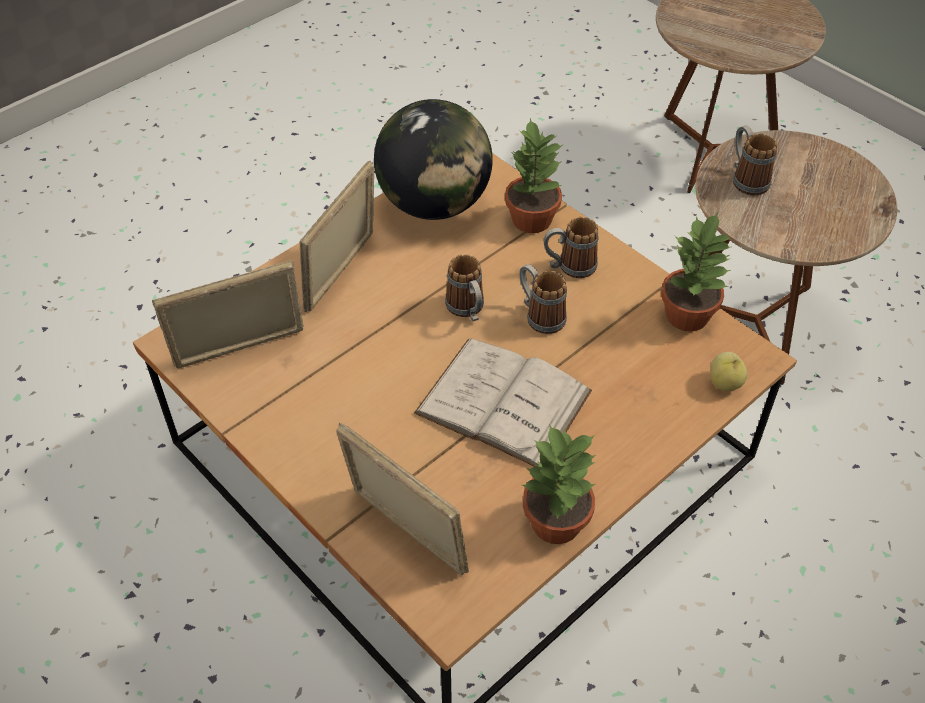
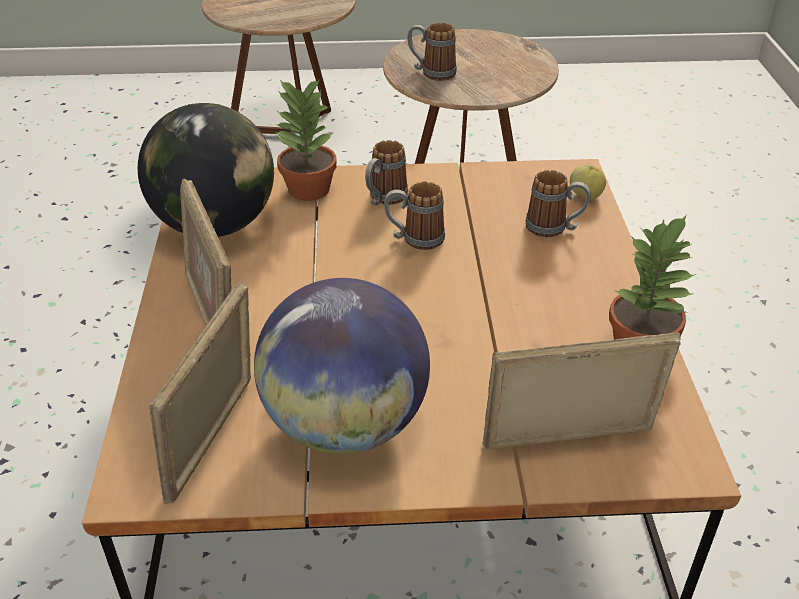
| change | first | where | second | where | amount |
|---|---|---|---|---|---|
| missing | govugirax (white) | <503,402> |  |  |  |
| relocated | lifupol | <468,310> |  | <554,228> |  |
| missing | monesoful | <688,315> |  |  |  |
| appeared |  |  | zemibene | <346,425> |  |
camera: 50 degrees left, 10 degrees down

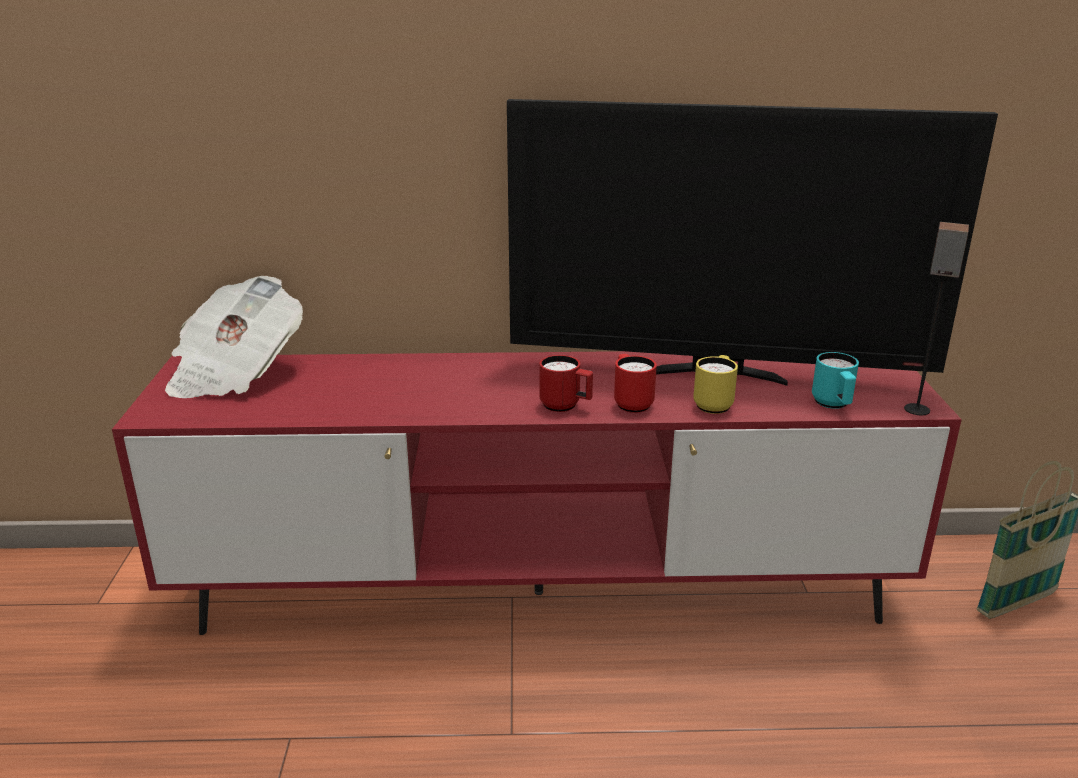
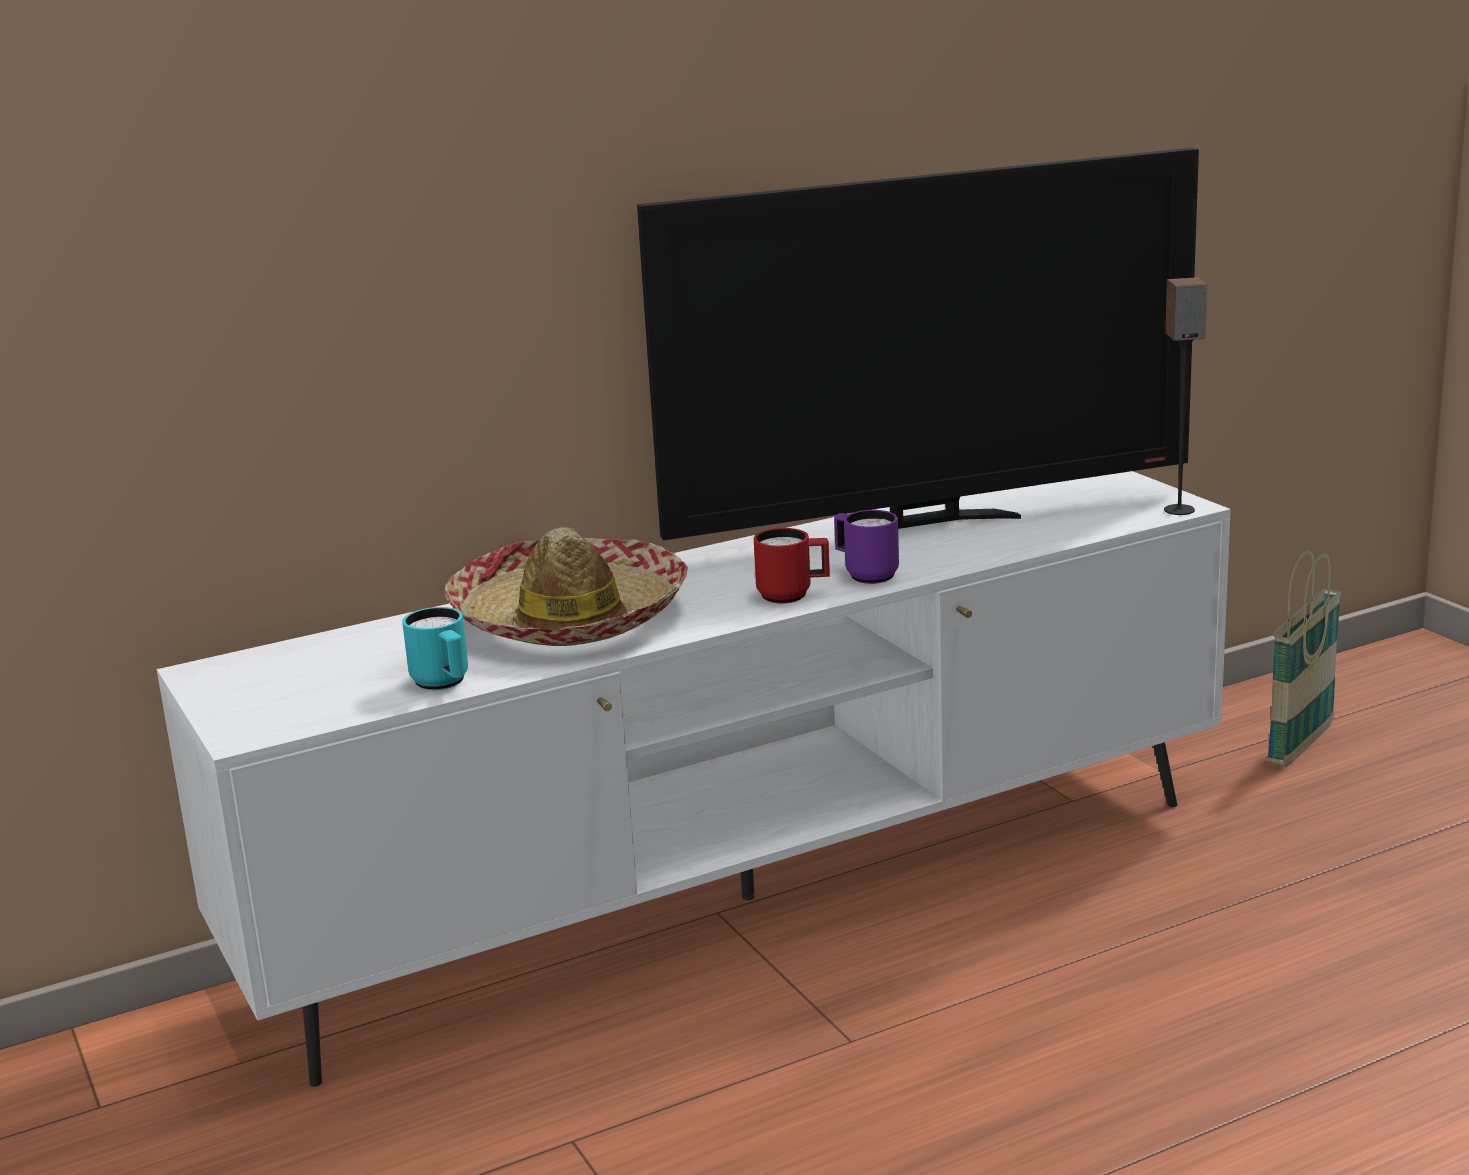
| change | first | where | second | where | amount |
|---|---|---|---|---|---|
| colour | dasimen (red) | <538,593> | dasimen (white) | <749,898> |  |
| missing | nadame | <235,373> |  |  |  |
| colour | lifupol (red) | <631,402> | lifupol (purple) | <865,574> |  |
| missing | lifupol (yellow) | <714,404> |  |  |  |
| relocated | lifupol (turquoise) | <834,405> |  | <444,684> |  |
| appeared |  |  | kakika | <570,618> |  |
camera: 25 degrees left, 5 degrees down

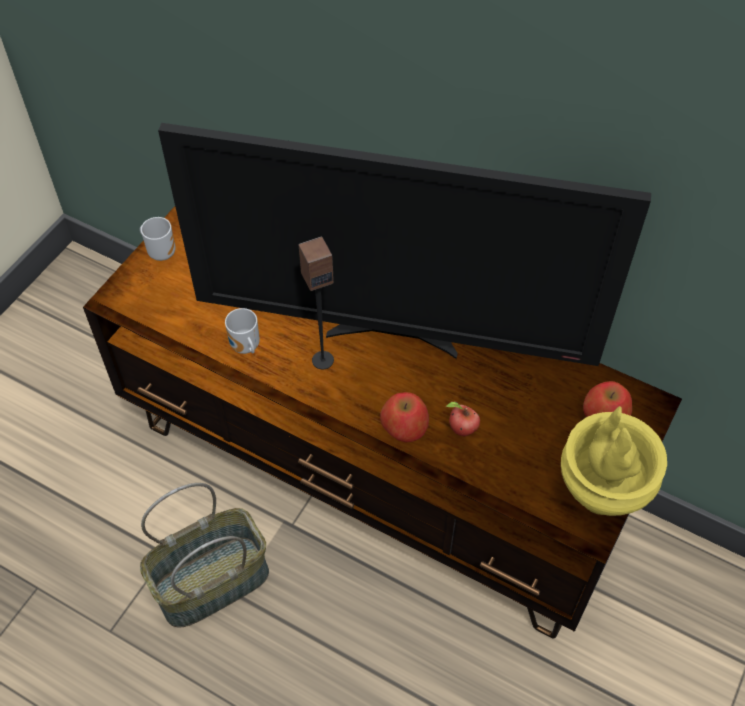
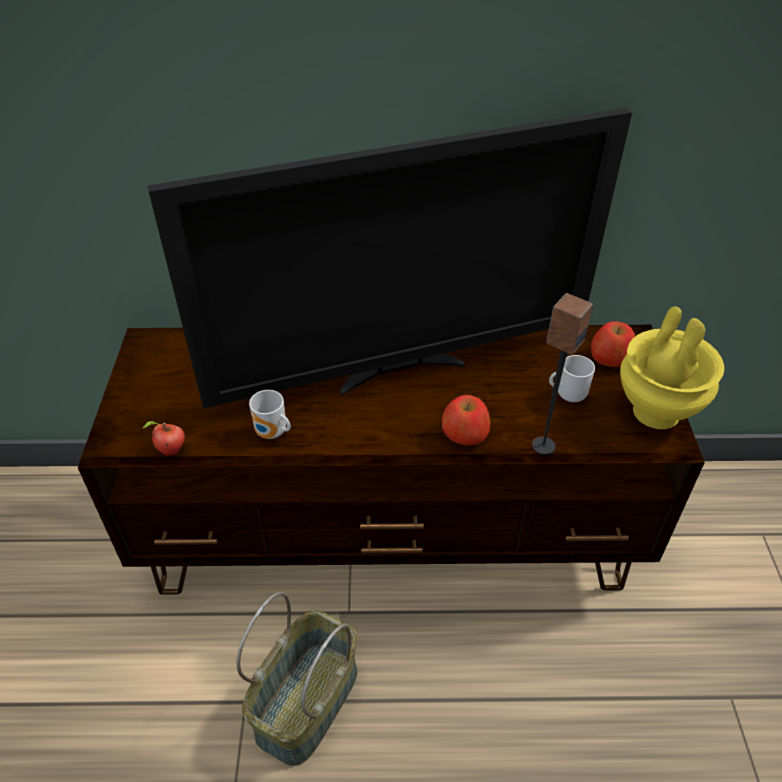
| change | first | where | second | where | amount |
|---|---|---|---|---|---|
| relocated | lifupol | <161,252> |  | <568,395> |  |
| relocated | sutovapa | <322,360> |  | <543,445> |  |
| relocated | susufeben | <461,430> |  | <170,451> |  |
camera: 30 degrees left, 10 degrees down

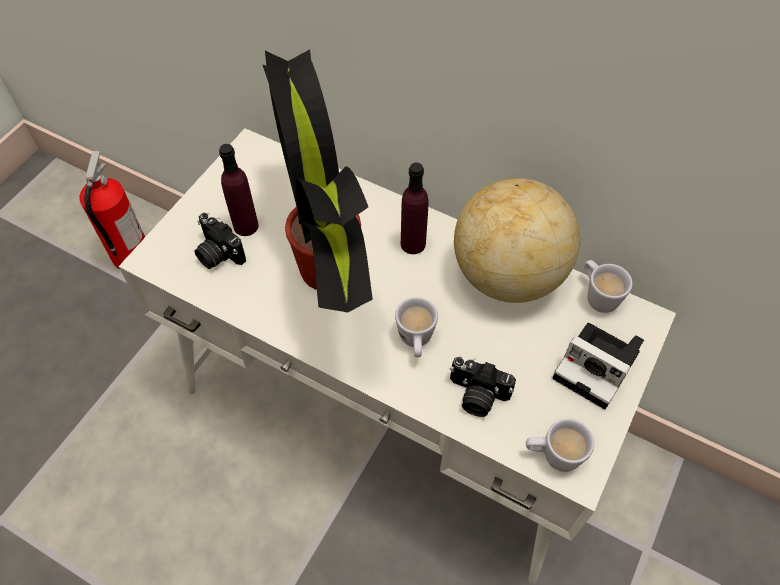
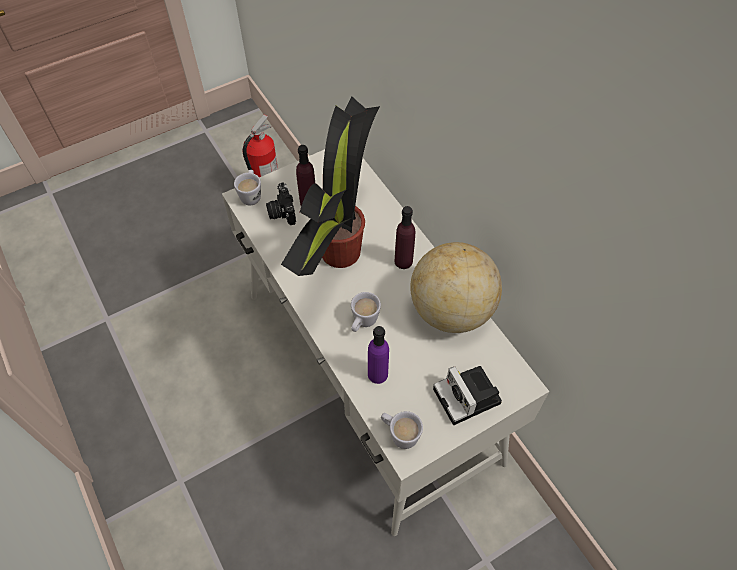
| change | first | where | second | where | amount |
|---|---|---|---|---|---|
| exchanged | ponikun | <476,396> | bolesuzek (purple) | <377,374> |  |
| relocated | lifupol (white) | <597,295> |  | <251,195> |  |
camera: 30 degrees right, 0 degrees up

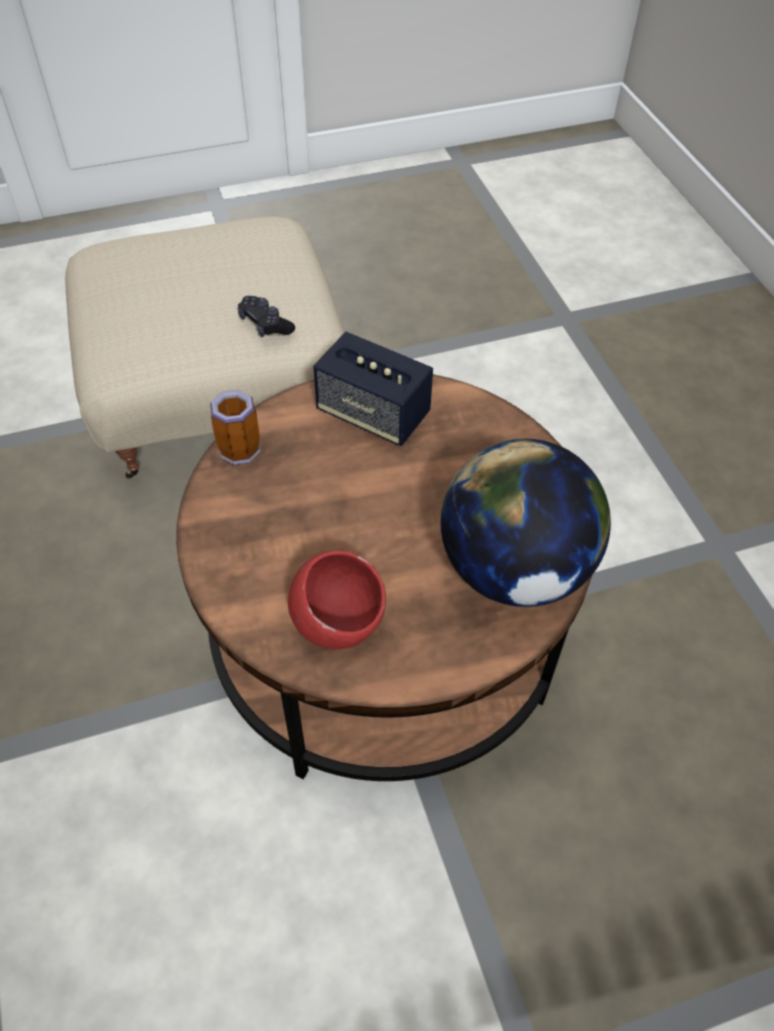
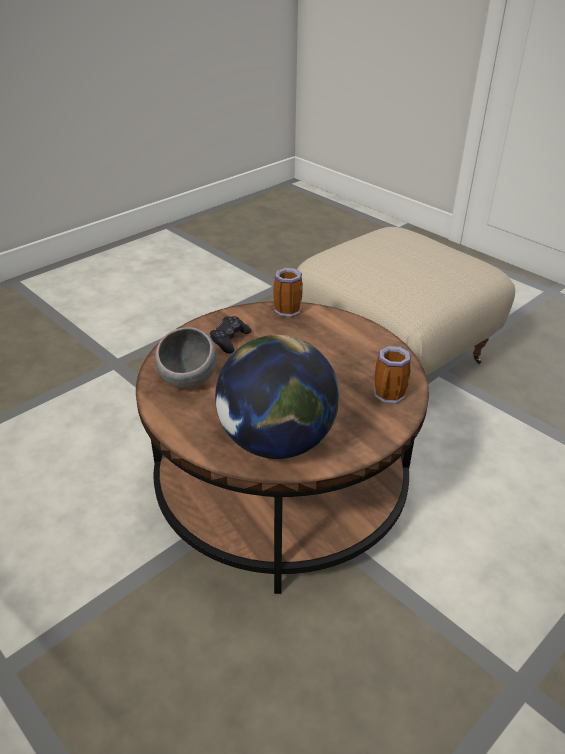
| change | first | where | second | where | amount |
|---|---|---|---|---|---|
| relocated | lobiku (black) | <265,324> |  | <229,340> |  |
| colour | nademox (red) | <337,623> | nademox (grey) | <189,380> |  |
| missing | sutovapa | <373,414> |  |  |  |
| appeared |  |  | lifupol | <389,397> |  |
camera: 65 degrees right, 15 degrees down

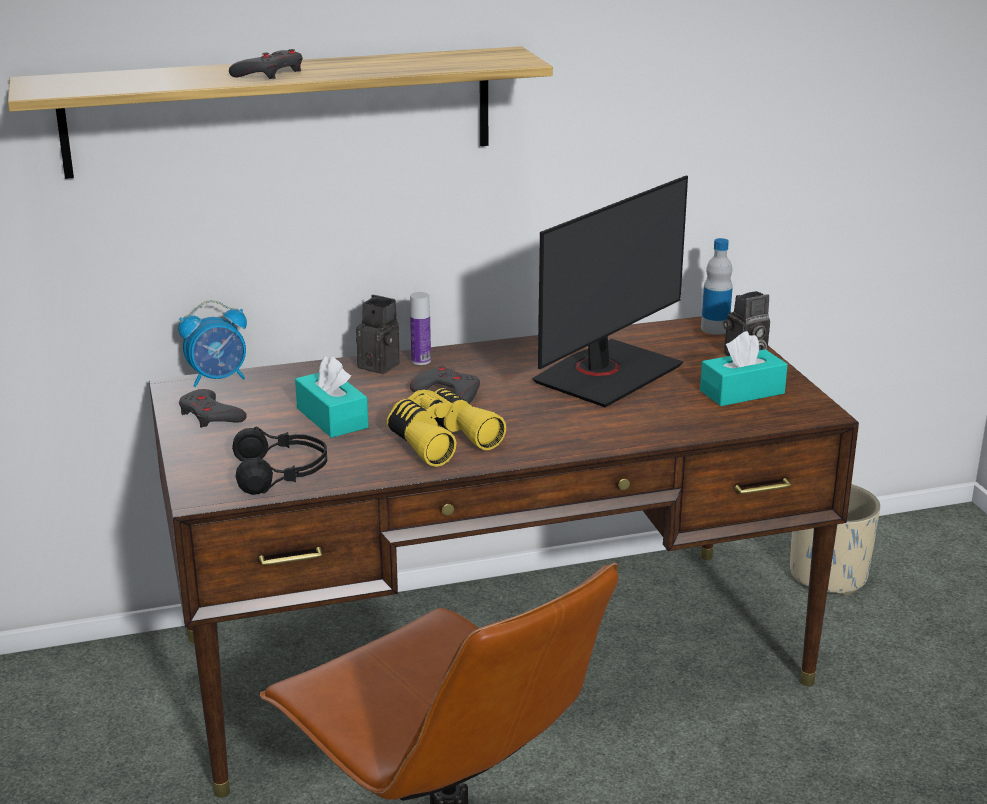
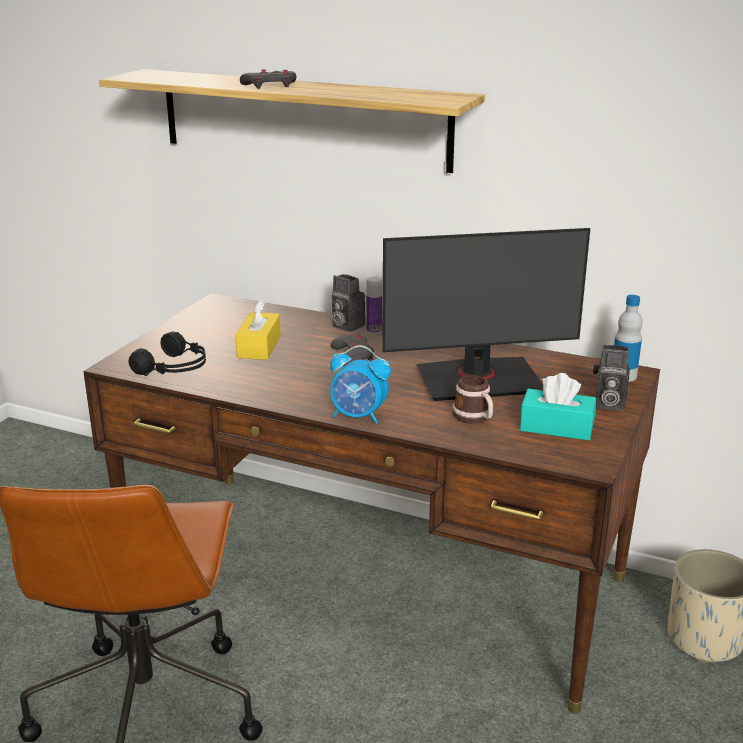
| change | first | where | second | where | amount |
|---|---|---|---|---|---|
| relocated | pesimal | <218,379> |  | <359,416> |  |
| missing | lobiku (grey) | <210,415> |  |  |  |
| colour | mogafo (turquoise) | <332,418> | mogafo (yellow) | <259,347> |  |
| spun | ponikun | <382,365> |  | <346,326> | 150 degrees clockwise |
| missing | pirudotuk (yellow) | <439,439> |  |  |  |
| appeared |  |  | lifupol | <475,418> |  |
camera: 40 degrees right, 0 degrees up

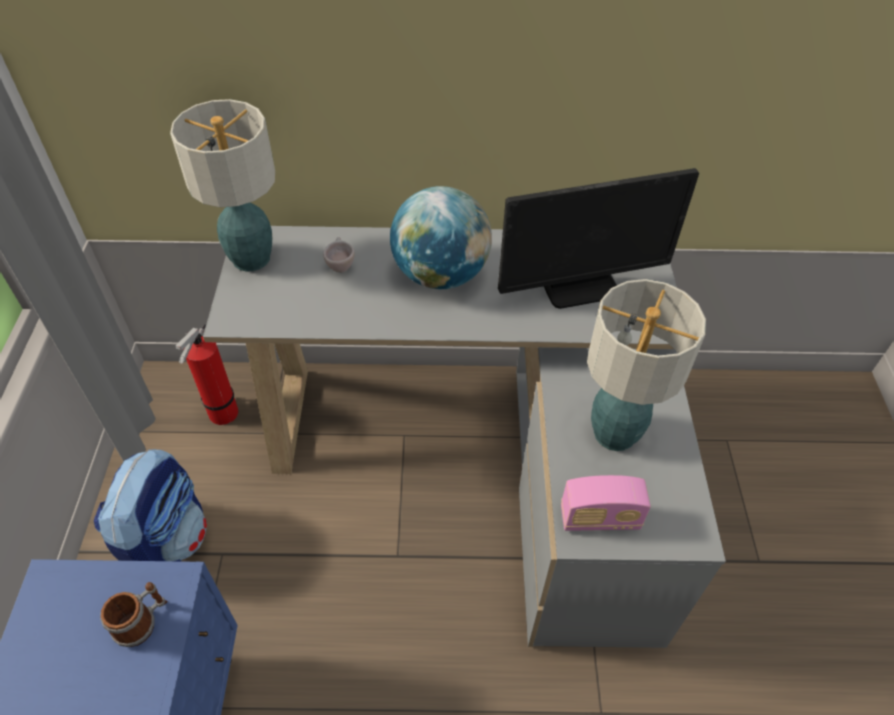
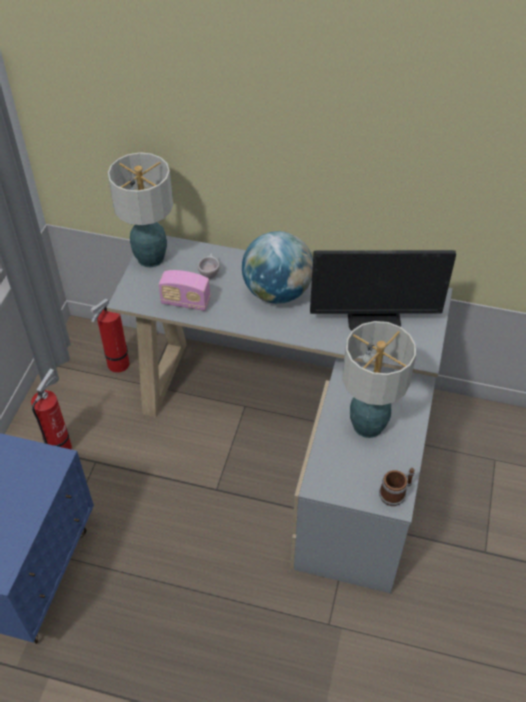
| change | first | where | second | where | amount |
|---|---|---|---|---|---|
| exchanged | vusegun | <169,541> | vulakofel | <61,446> |  |
| relocated | lifupol | <142,622> |  | <396,493> |  |
| relocated | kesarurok | <599,518> |  | <185,302> |  |
camera: 15 degrees right, 0 degrees up

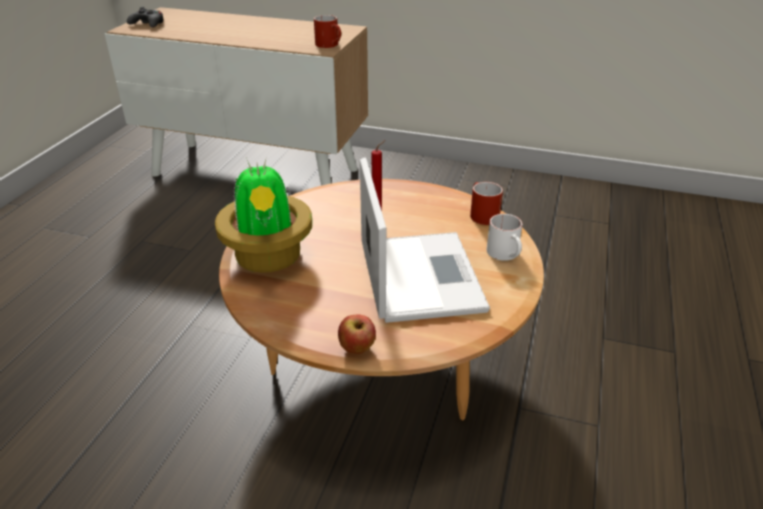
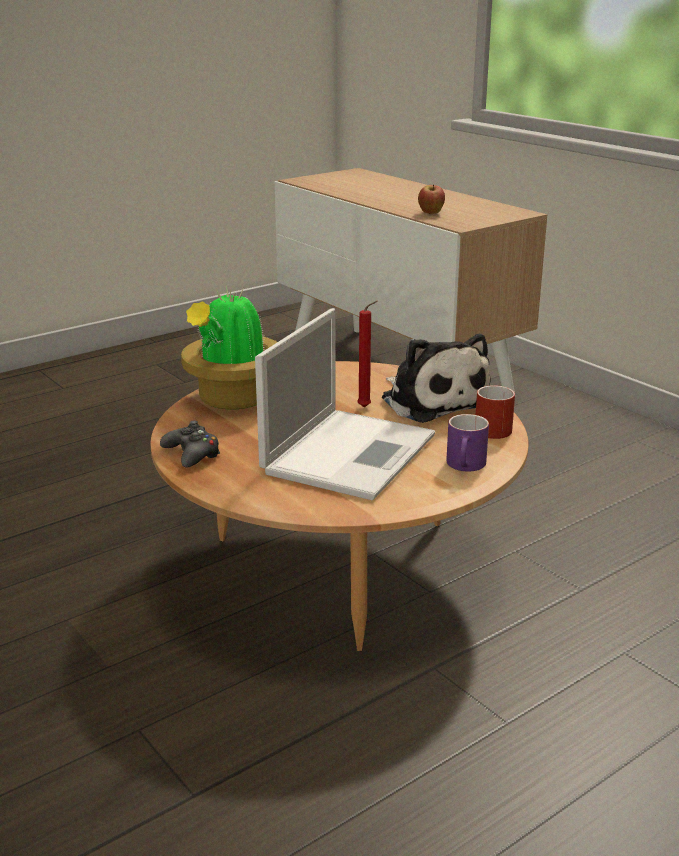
| change | first | where | second | where | amount |
|---|---|---|---|---|---|
| relocated | lobiku (black) | <148,24> |  | <192,454> |  |
| missing | lifupol (red) | <330,45> |  |  |  |
| relocated | susufeben | <357,349> |  | <431,213> |  |
| colour | lifupol (white) | <506,255> | lifupol (purple) | <466,466> |  |
| appeared |  |  | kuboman | <432,400> |  |
camera: 35 degrees right, 10 degrees down

